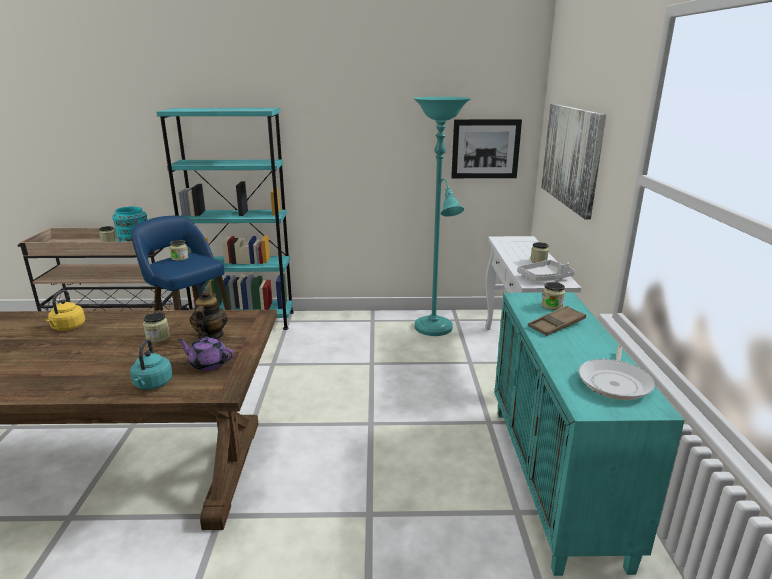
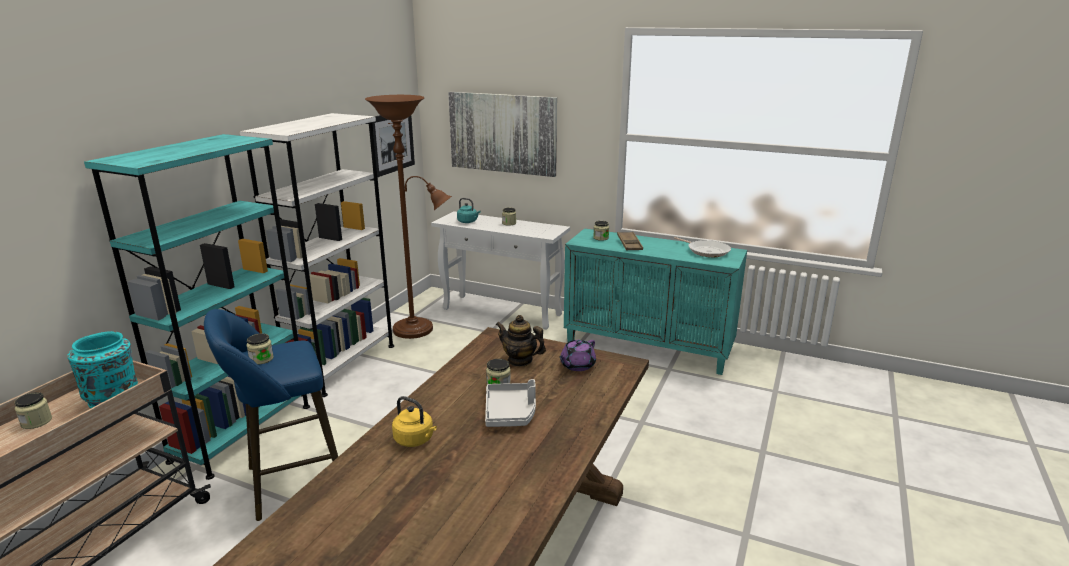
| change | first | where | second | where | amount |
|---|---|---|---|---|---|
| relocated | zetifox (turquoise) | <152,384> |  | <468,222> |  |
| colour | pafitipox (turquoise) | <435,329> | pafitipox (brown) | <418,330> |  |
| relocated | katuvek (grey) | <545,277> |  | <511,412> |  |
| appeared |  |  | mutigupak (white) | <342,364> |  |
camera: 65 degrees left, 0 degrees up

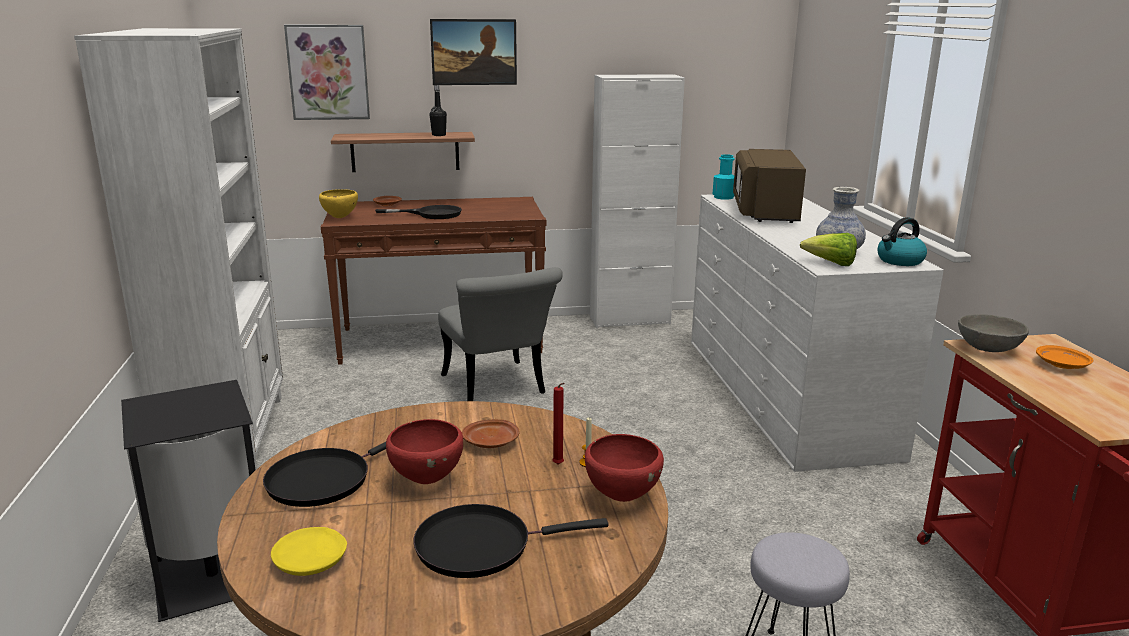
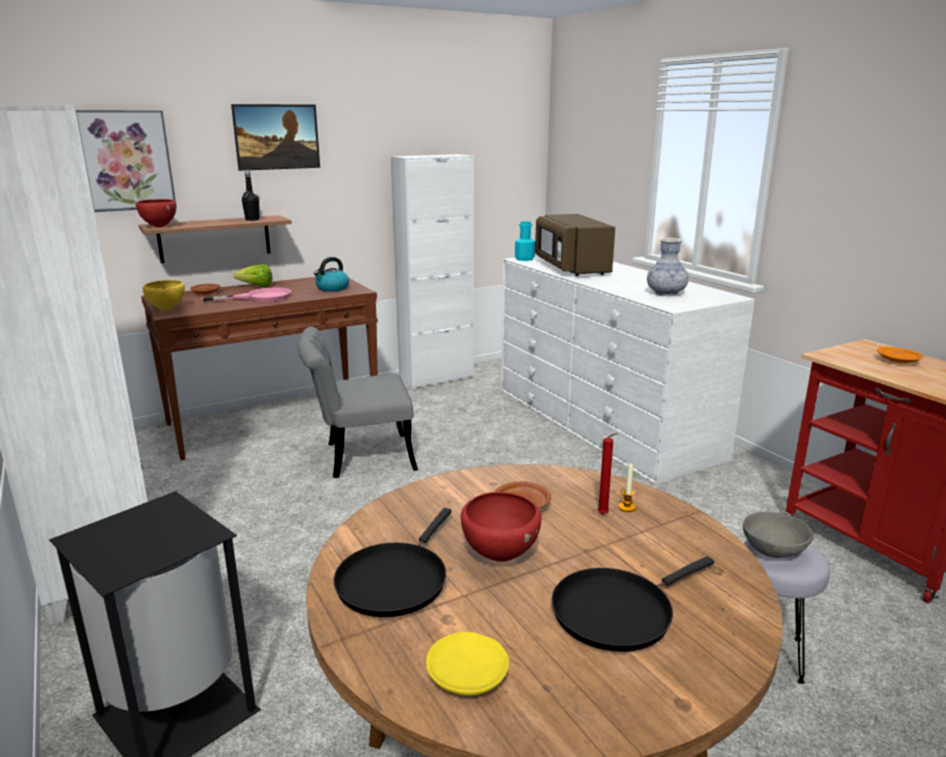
| change | first | where | second | where | amount |
|---|---|---|---|---|---|
| colour | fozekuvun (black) | <431,214> | fozekuvun (pink) | <260,297> |  |
| spun | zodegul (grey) | <498,389> |  | <359,457> | 120 degrees clockwise |
| relocated | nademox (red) | <621,497> |  | <159,227> |  |
| relocated | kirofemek | <831,264> |  | <256,287> |  |
| relocated | zetifox | <899,261> |  | <332,288> |  |
| relocated | nademox (grey) | <989,349> |  | <774,551> |  |
camera: 20 degrees left, 0 degrees up

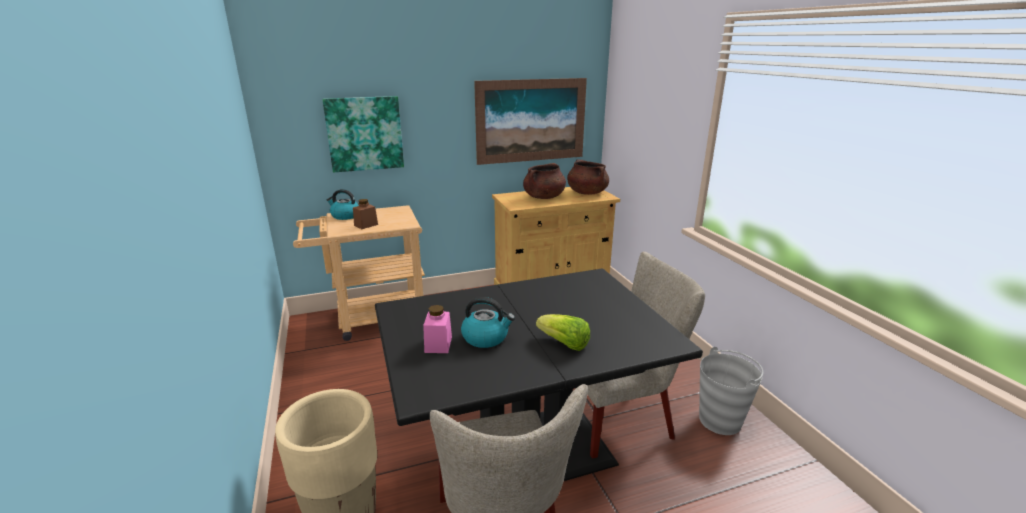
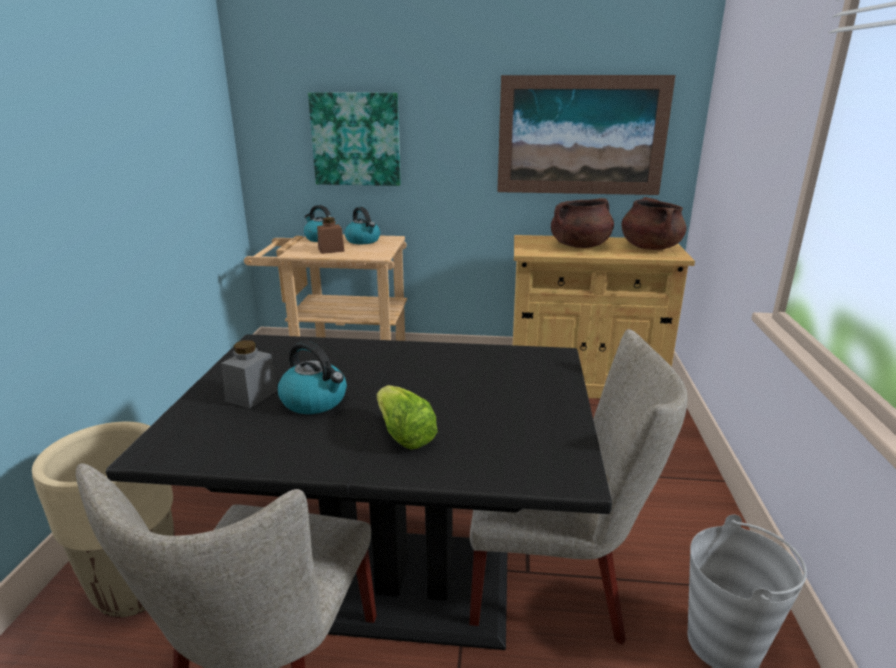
| change | first | where | second | where | amount |
|---|---|---|---|---|---|
| colour | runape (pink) | <438,344> | runape (grey) | <252,395> |  |
| appeared |  |  | zetifox | <363,241> |  |
camera: 25 degrees right, 0 degrees up

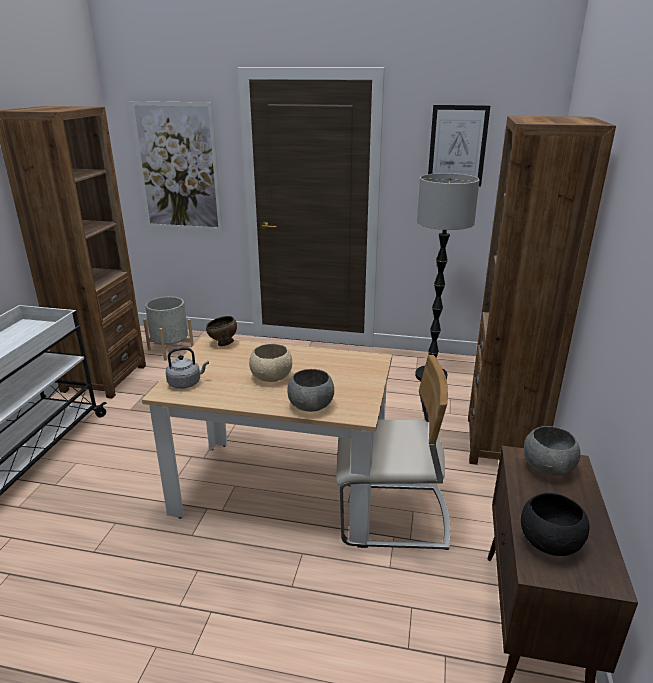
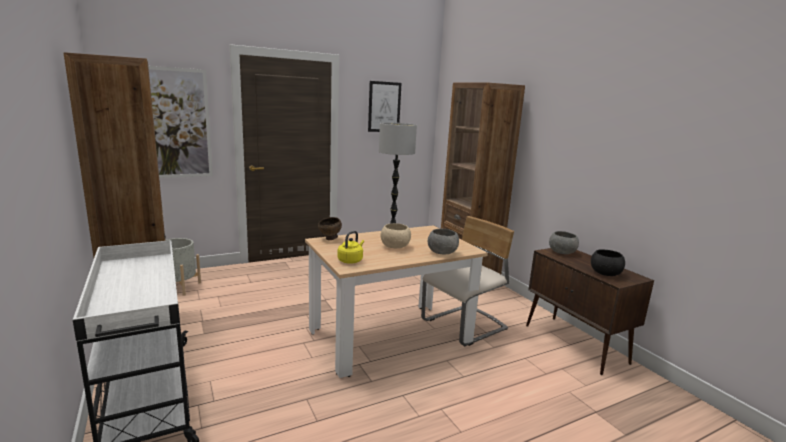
| change | first | where | second | where | amount |
|---|---|---|---|---|---|
| colour | zetifox (grey) | <186,383> | zetifox (yellow) | <351,260> |  |
camera: 40 degrees left, 10 degrees down

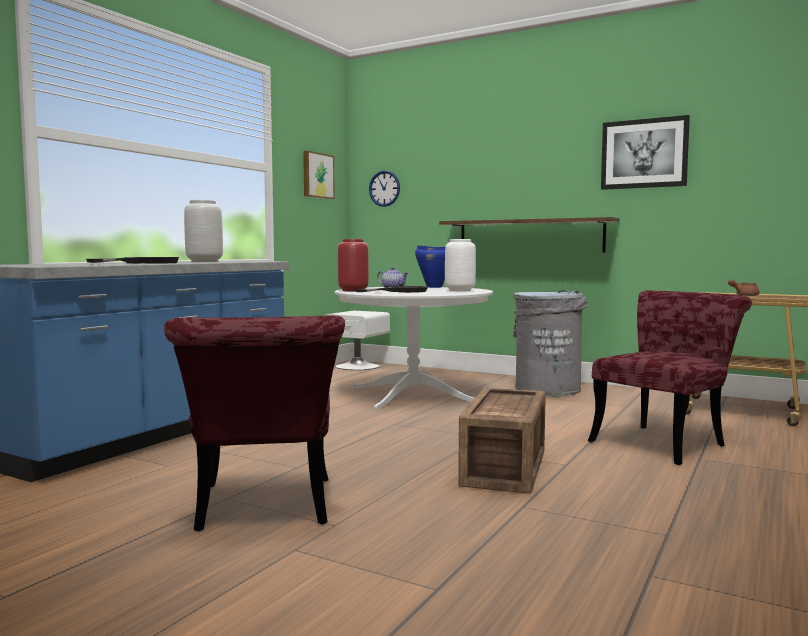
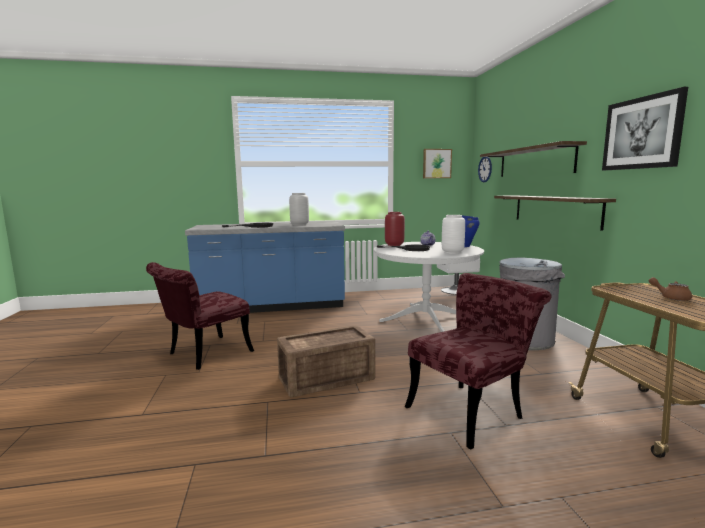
| change | first | where | second | where | amount |
|---|---|---|---|---|---|
| spun | zodegul (red) | <665,441> |  | <471,409> | 45 degrees counterclockwise |
| appeared |  |  | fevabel | <534,162> |  |
camera: 50 degrees right, 5 degrees up

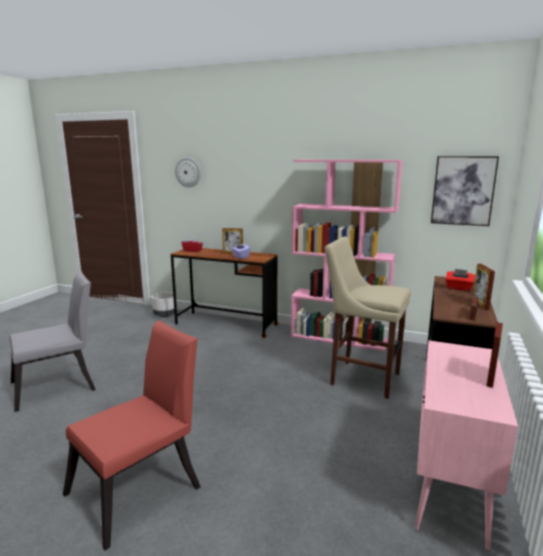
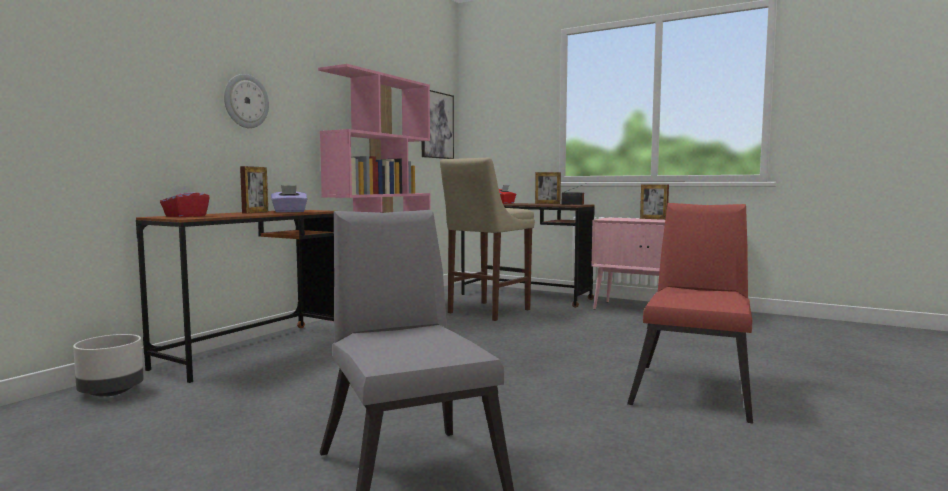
| change | first | where | second | where | amount |
|---|---|---|---|---|---|
| spun | zodegul (red) | <141,487> |  | <695,389> | 60 degrees clockwise |
| relocated | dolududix | <188,172> |  | <245,101> |  |
camera: 80 degrees left, 10 degrees down

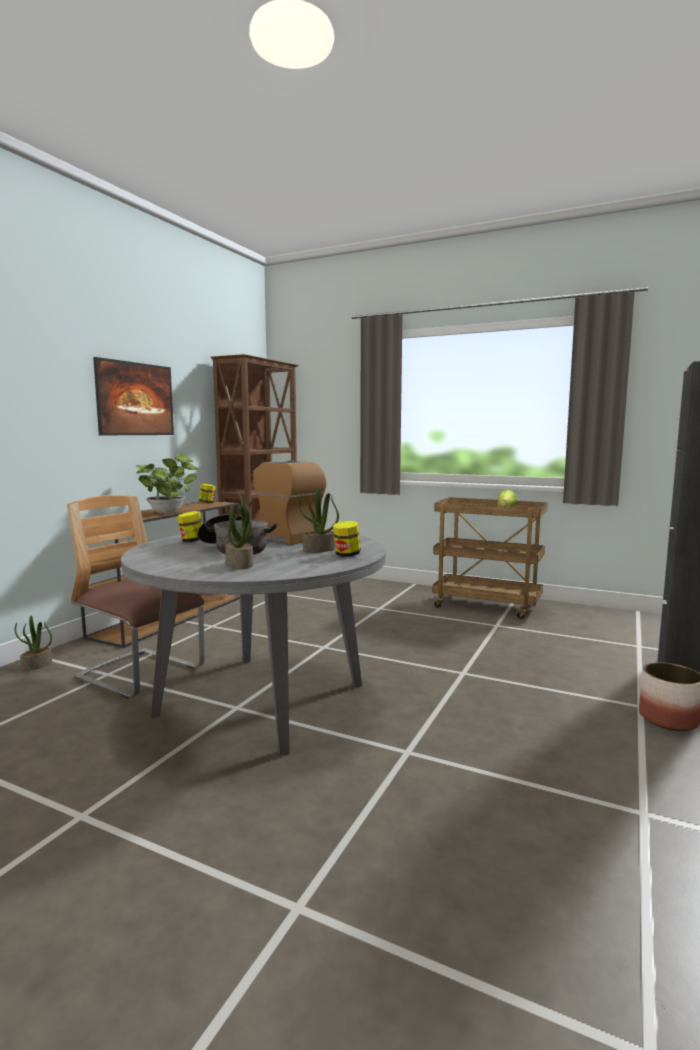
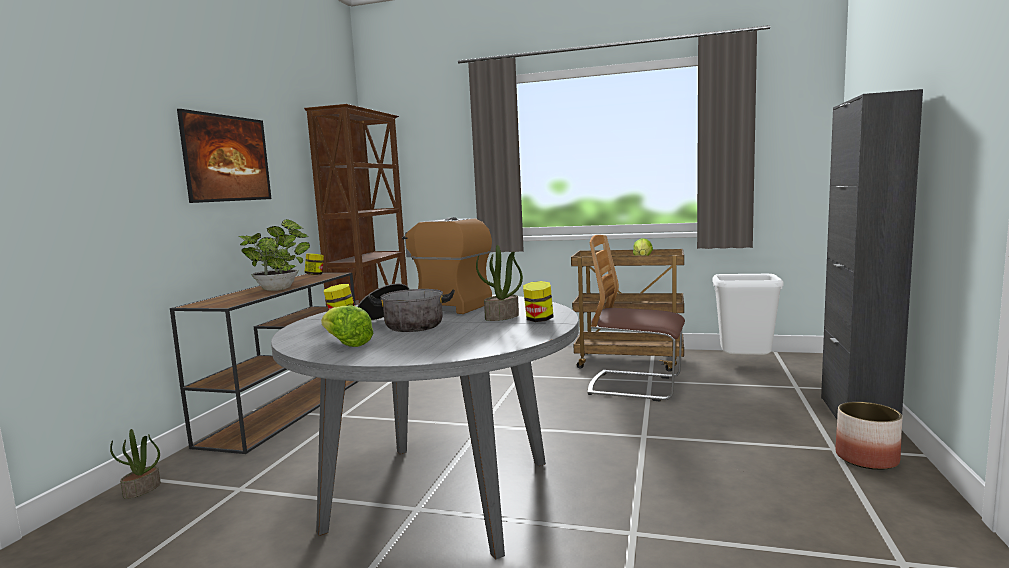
| change | first | where | second | where | amount |
|---|---|---|---|---|---|
| relocated | zodegul | <140,674> |  | <635,386> |  |
| missing | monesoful | <240,564> |  |  |  |
| appeared |  |  | kirofemek | <346,343> |  |
| appeared |  |  | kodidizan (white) | <745,365> |  |
camera: 10 degrees left, 0 degrees up

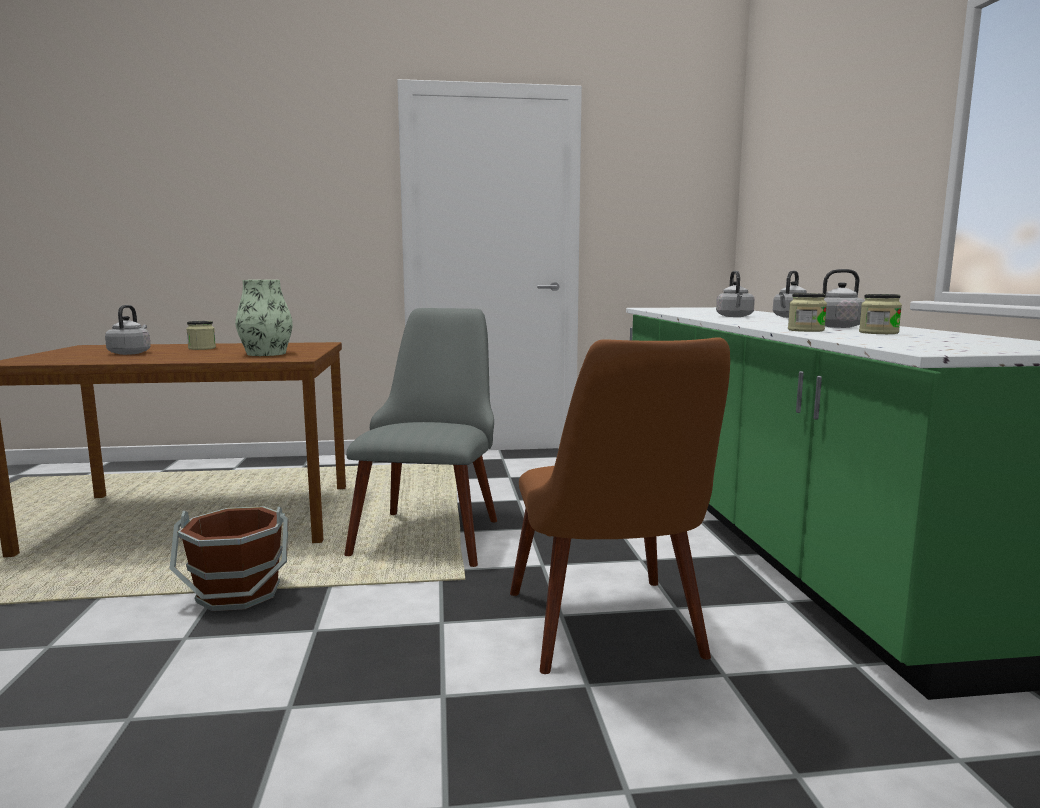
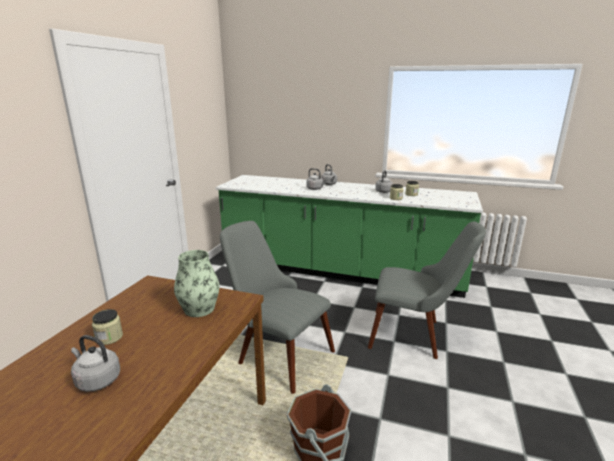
| change | first | where | second | where | amount |
|---|---|---|---|---|---|
| colour | zodegul (brown) | <612,636> | zodegul (grey) | <415,335> |  |
camera: 65 degrees left, 10 degrees up

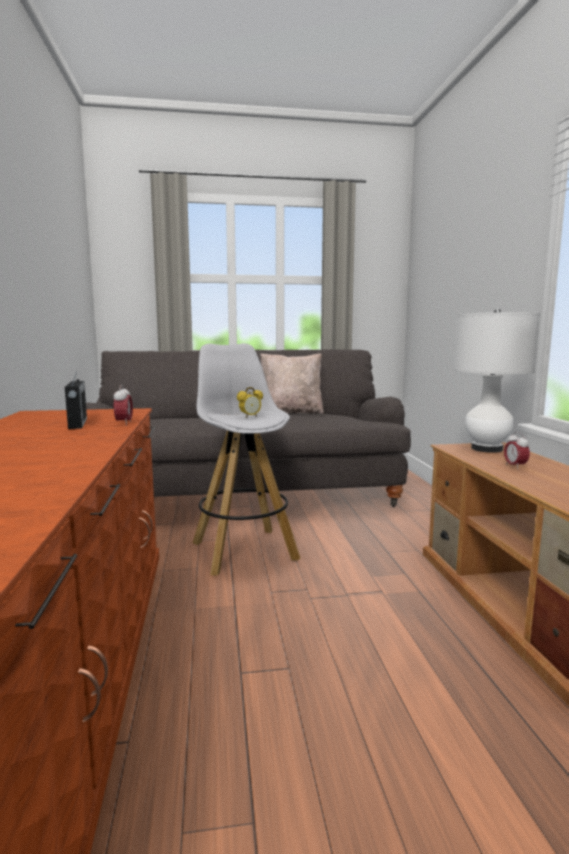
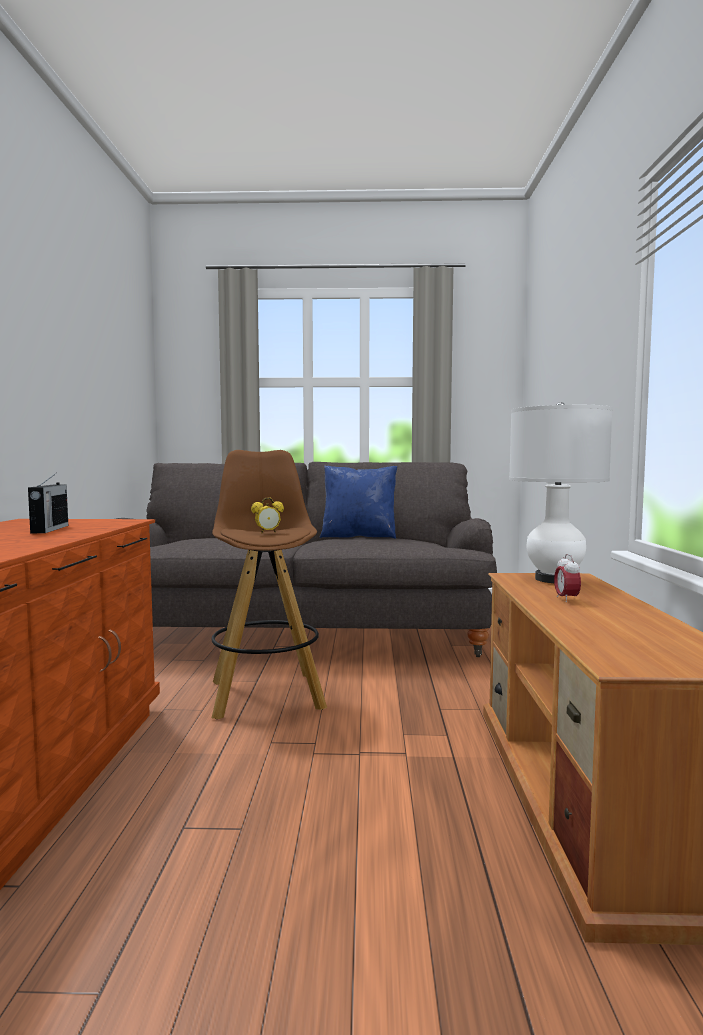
| change | first | where | second | where | amount |
|---|---|---|---|---|---|
| missing | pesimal | <124,423> |  |  |  |
| colour | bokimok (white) | <243,550> | bokimok (brown) | <266,694> |  |
| colour | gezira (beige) | <291,413> | gezira (blue) | <359,536> |  |
camera: 10 degrees right, 5 degrees down

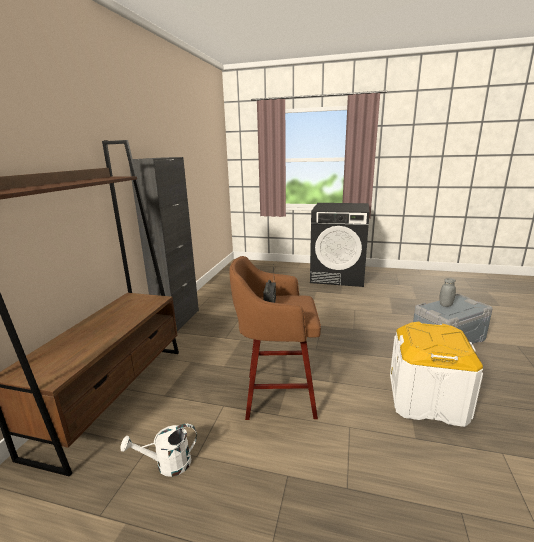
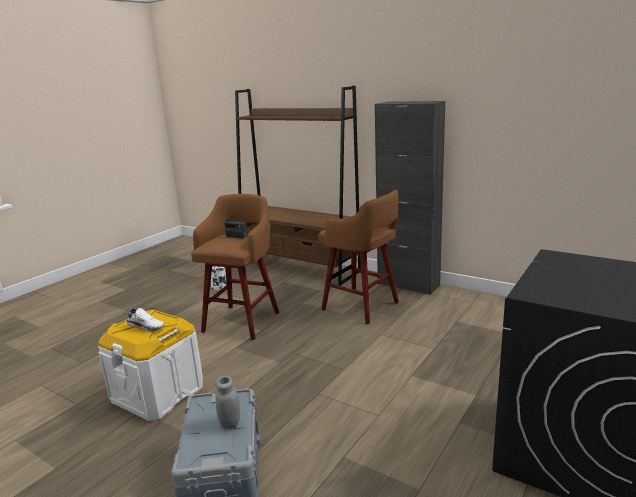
| change | first | where | second | where | amount |
|---|---|---|---|---|---|
| appeared |  |  | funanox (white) | <147,326> |  |
| appeared |  |  | bokimok (brown) | <362,307> |  |
camera: 110 degrees right, 0 degrees up

